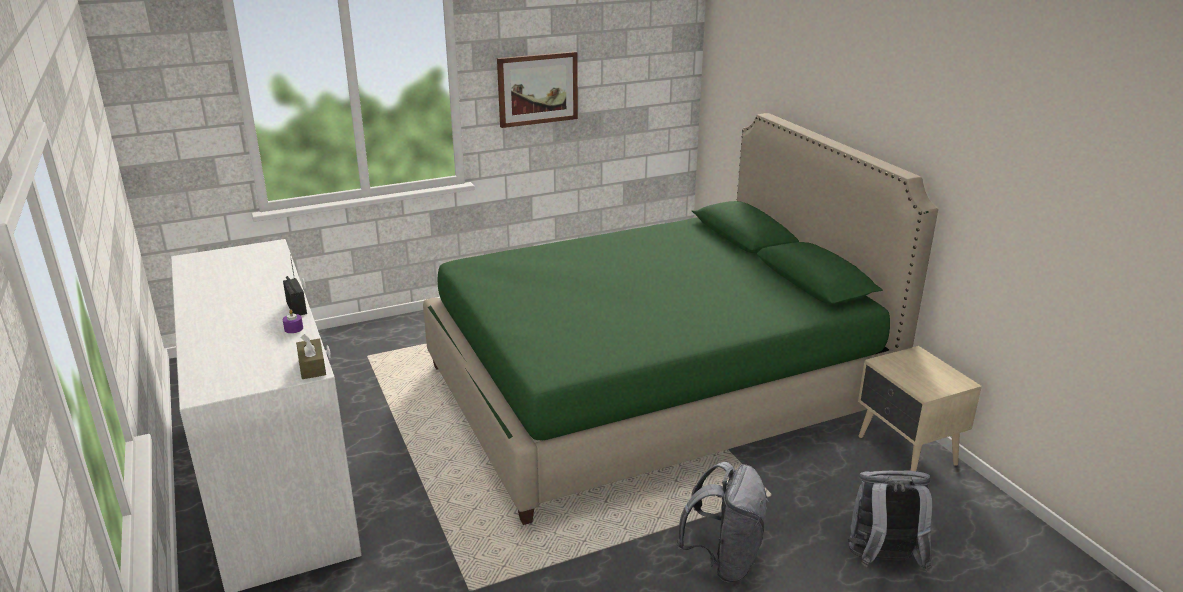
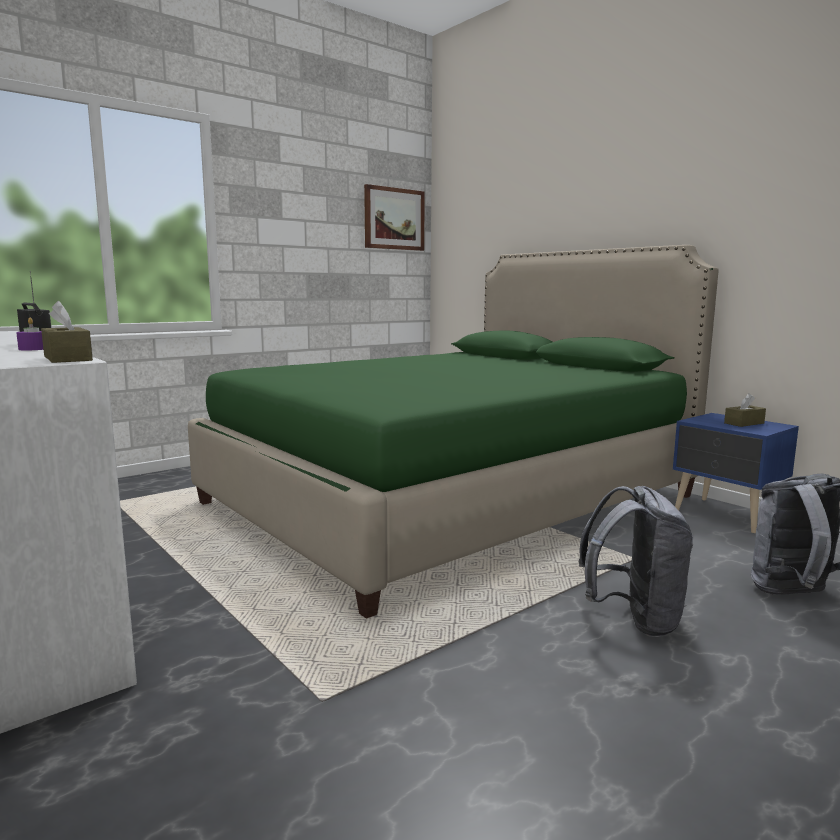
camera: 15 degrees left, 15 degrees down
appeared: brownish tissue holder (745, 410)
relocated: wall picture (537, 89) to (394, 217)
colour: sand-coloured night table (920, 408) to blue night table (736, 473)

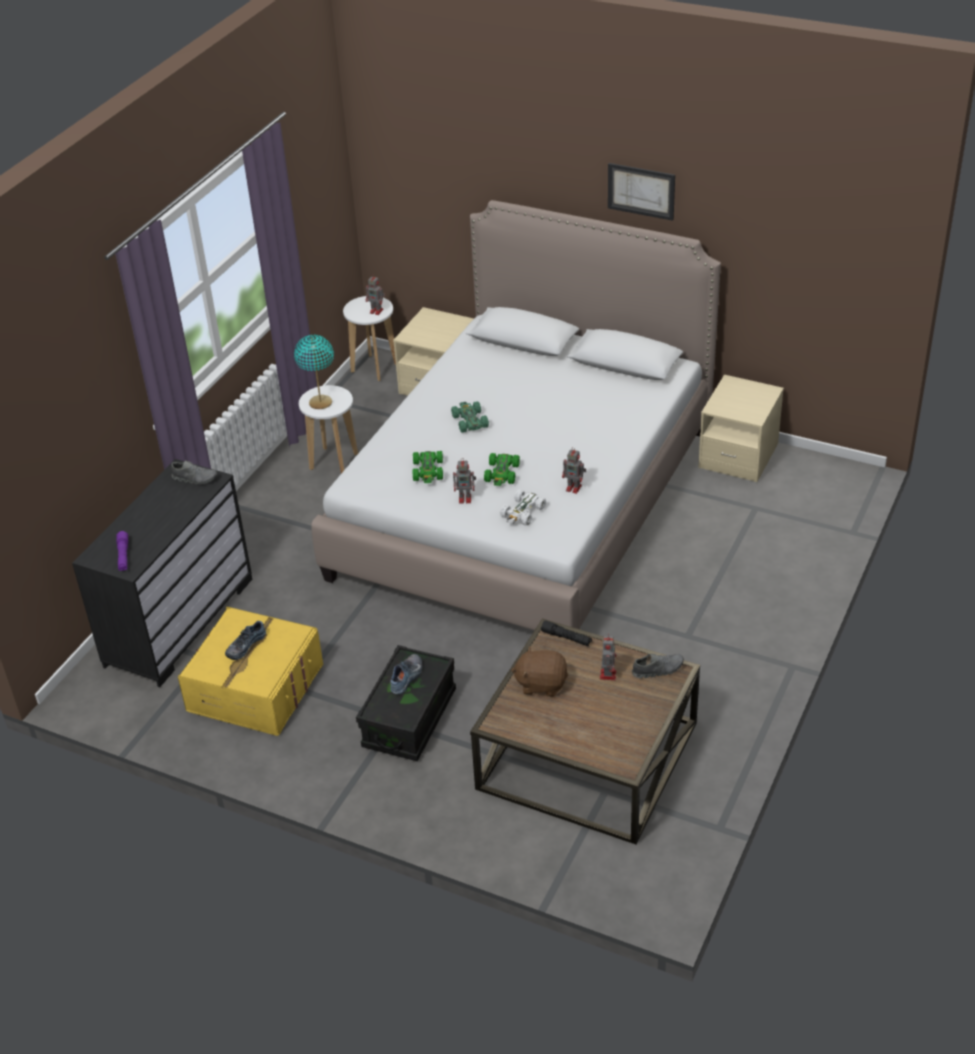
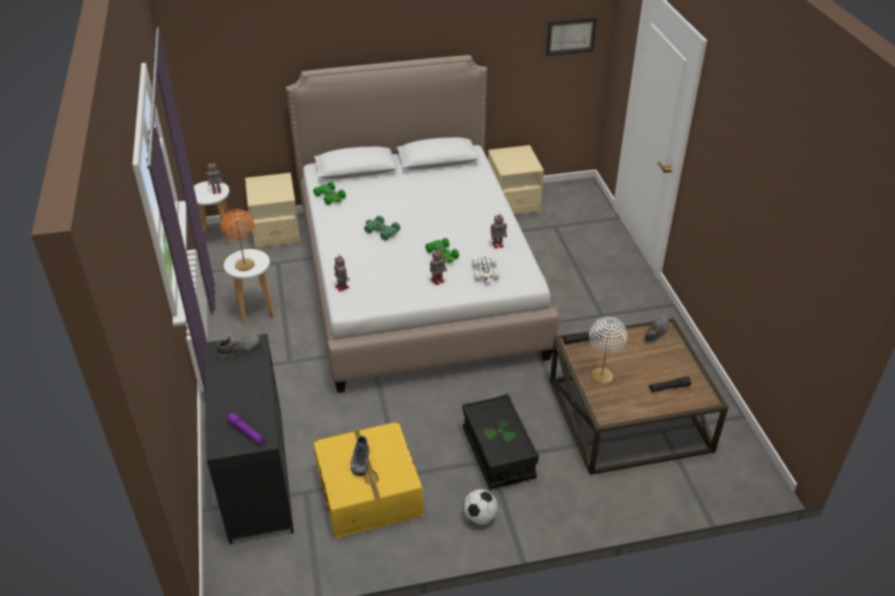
camera: 40 degrees left, 0 degrees up
missing: shoe (406, 674)
appeared: ball for football (480, 507); blackish hand torch (670, 384)
relocated: green-coloured miniature car (427, 467) to (329, 193); model robot (608, 657) to (341, 273); wall picture (641, 192) to (571, 36)
exchanged: brownish cuddly toy (539, 671) to white-coloured tabletop lamp (608, 350)
colour: blue-green tabletop lamp (314, 372) to orange-coloured tabletop lamp (237, 240)

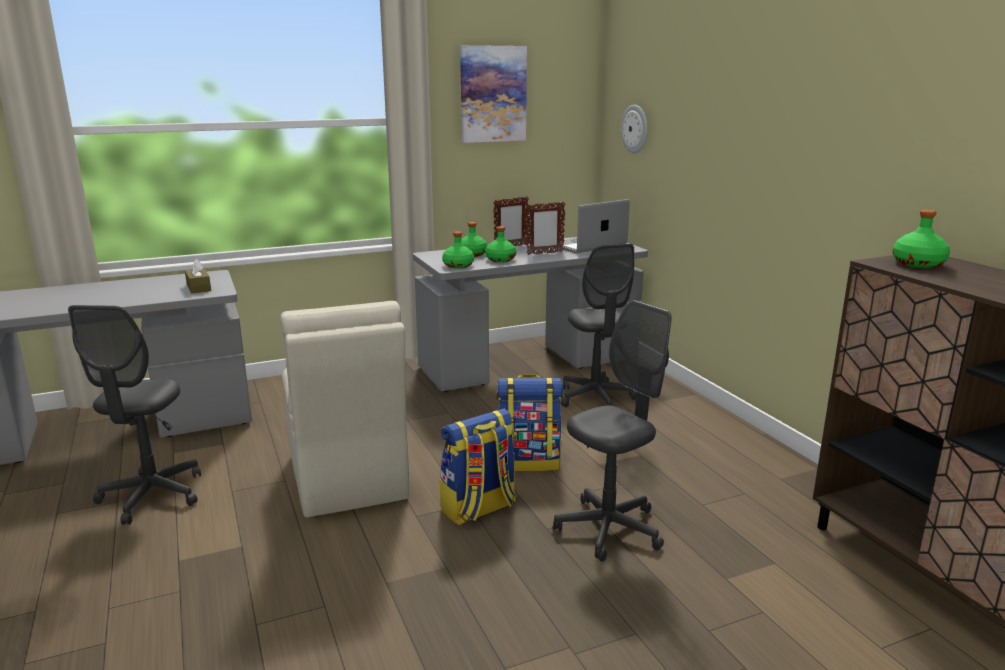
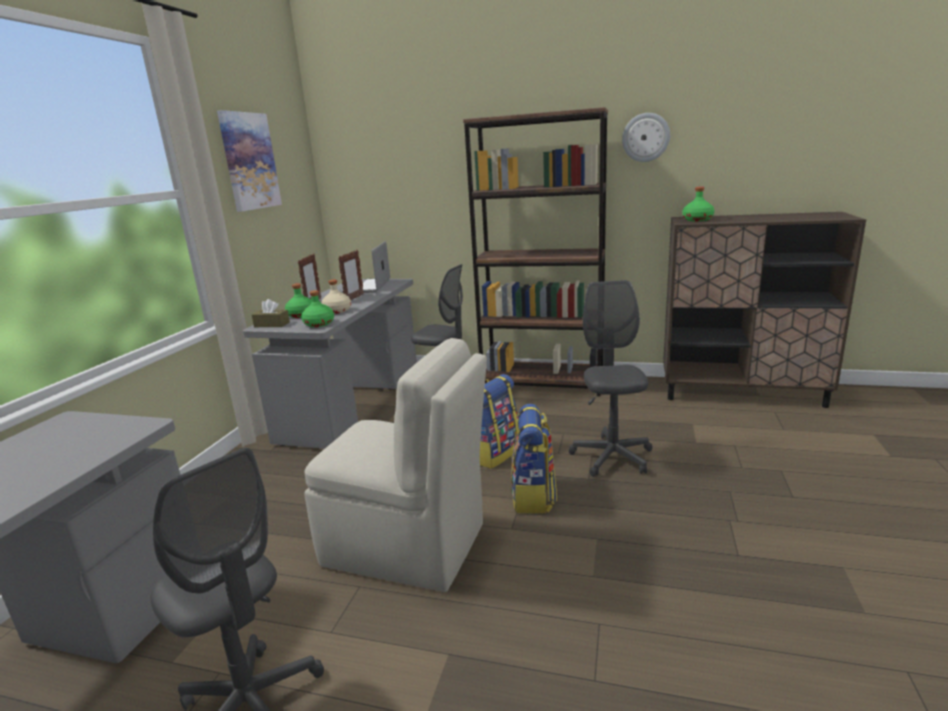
camera: 50 degrees left, 0 degrees up
appeared: brownish bookshelf (535, 251)
relocated: brownish tissue holder (198, 276) to (271, 313); hanging clock (634, 129) to (646, 137)
colour: green-coloured bottle (500, 244) to sand-coloured bottle (336, 297)

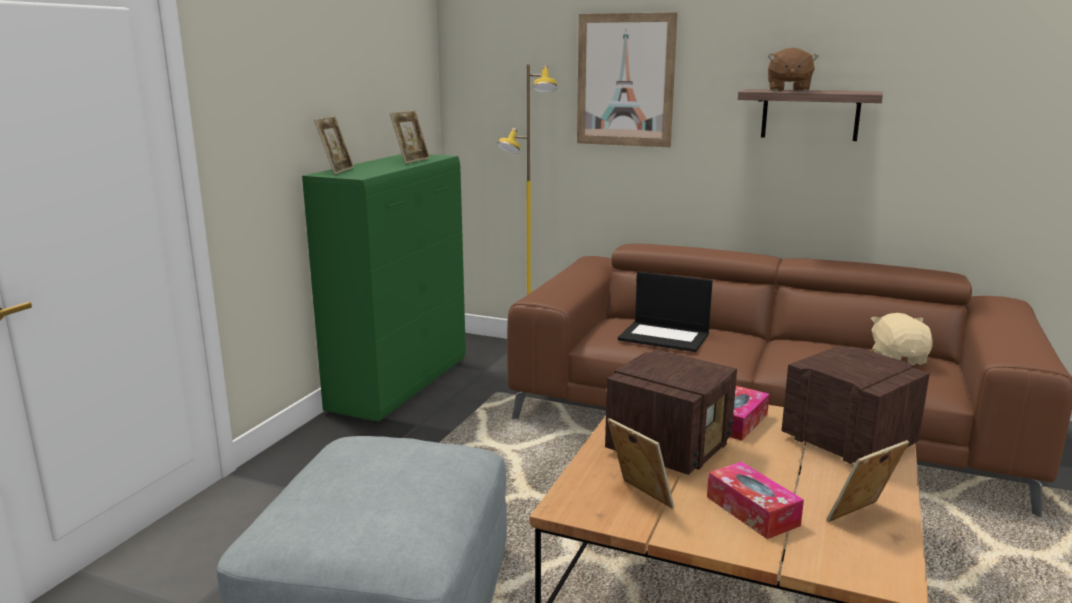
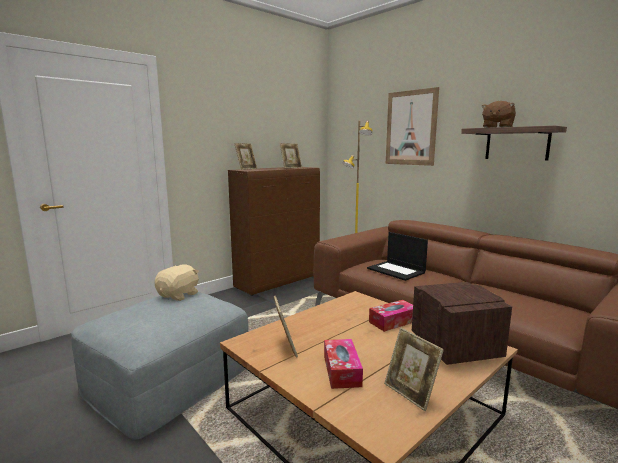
camera: 25 degrees right, 5 degrees down
missing: radio (671, 412)
relocated: sand-coloured cuddly toy (902, 339) to (176, 282)
colour: green-coloured storage cabinet (384, 288) to brownish storage cabinet (274, 231)
spun: photo frame (867, 481) = (414, 369) 120 degrees counterclockwise

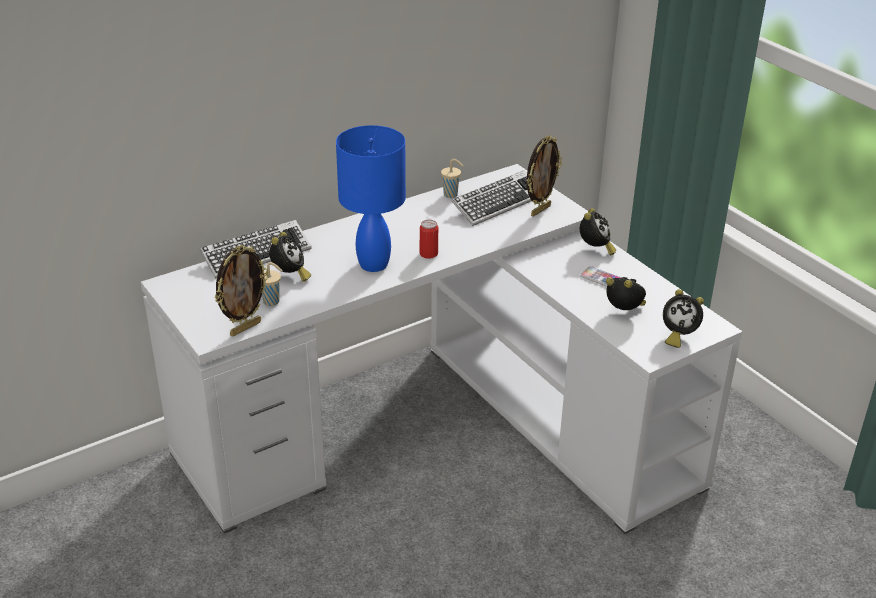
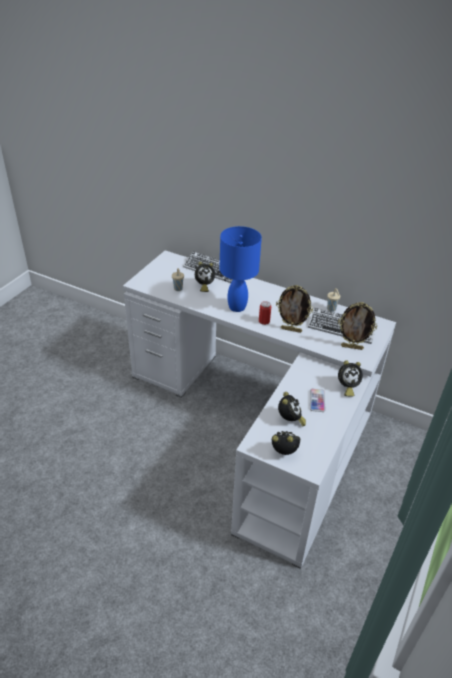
camera: 60 degrees right, 5 degrees up
relocated: photo frame (242, 290) to (294, 309)
spun: bedside clock (683, 318) = (286, 443) 120 degrees clockwise

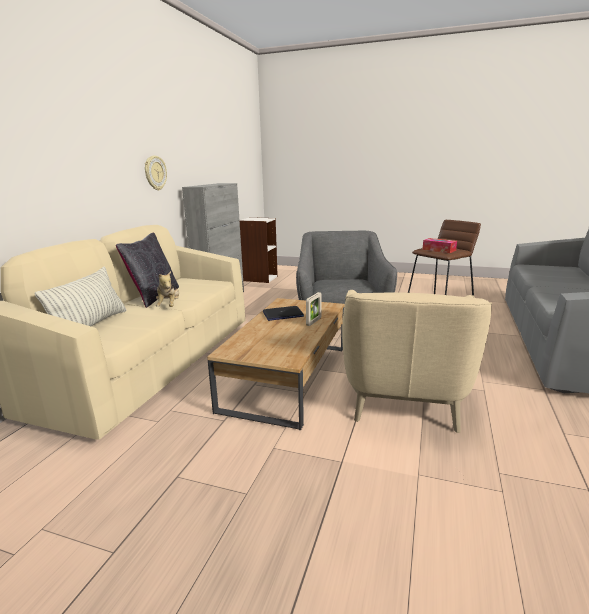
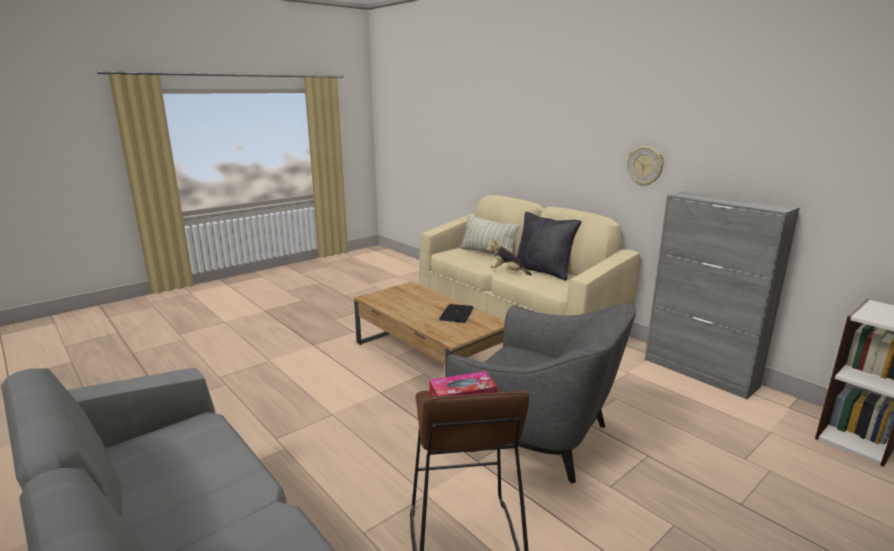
camera: 120 degrees right, 0 degrees up
missing: photo frame (314, 309); sand-coloured armchair (417, 361)

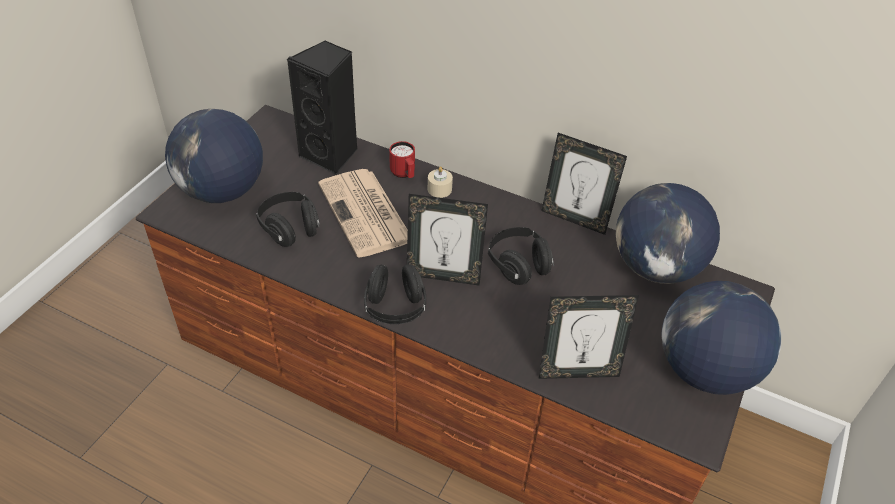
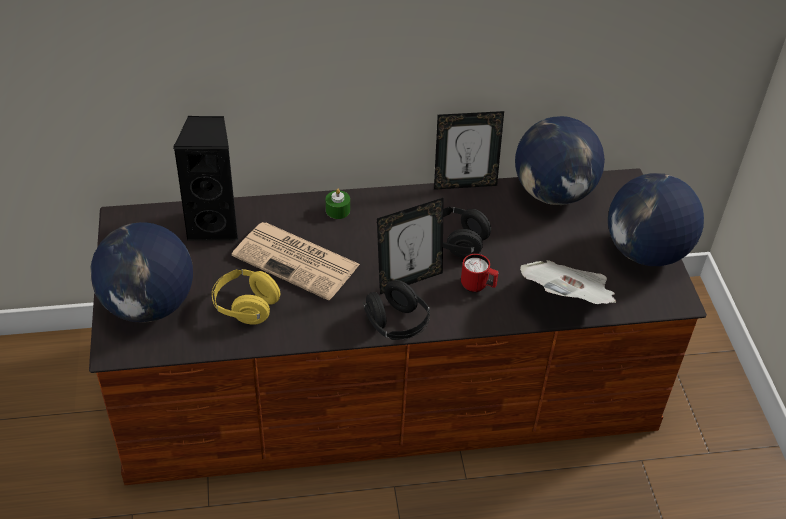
camera: 35 degrees left, 0 degrees up
relocated: red mug (402, 159) to (480, 273)
exchanged: photo frame (589, 337) to daily paper (568, 282)
colour: blackish headphones (288, 219) to yellow-coloured headphones (246, 297); sand-coloured wax light (440, 182) to green-coloured wax light (338, 204)

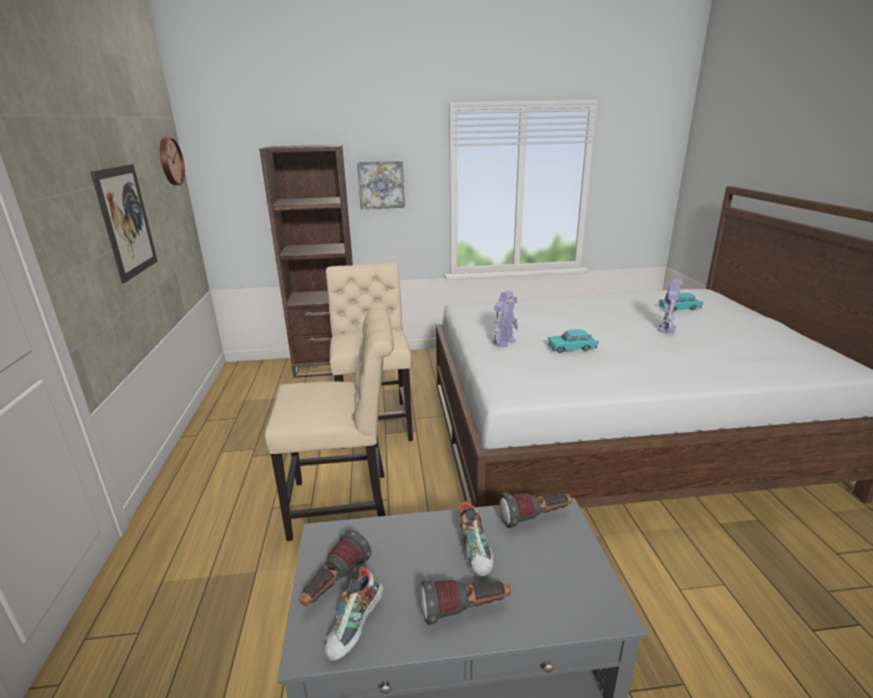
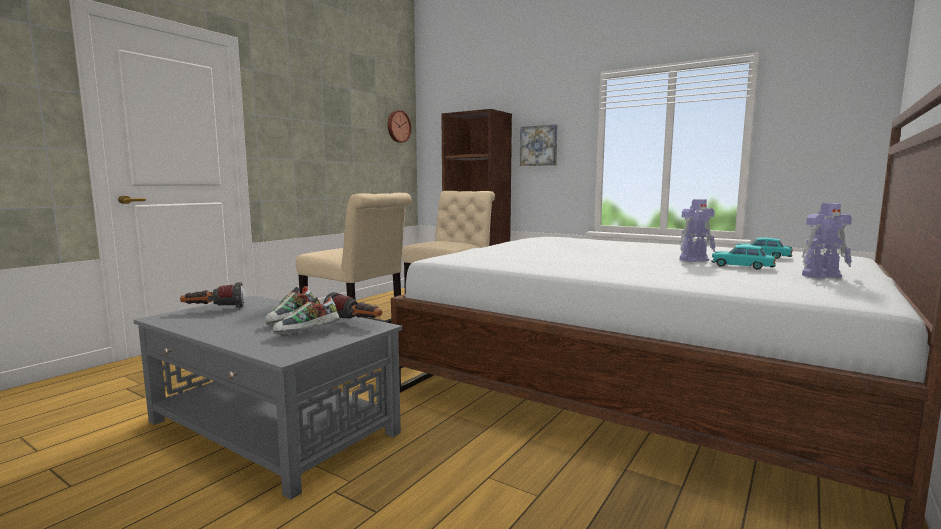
camera: 40 degrees right, 15 degrees down
missing: wall picture (124, 223); hand torch (465, 602)
relocated: shoe (354, 614) to (306, 315); model robot (505, 318) to (827, 240); blue-green miniature car (573, 341) to (743, 257)

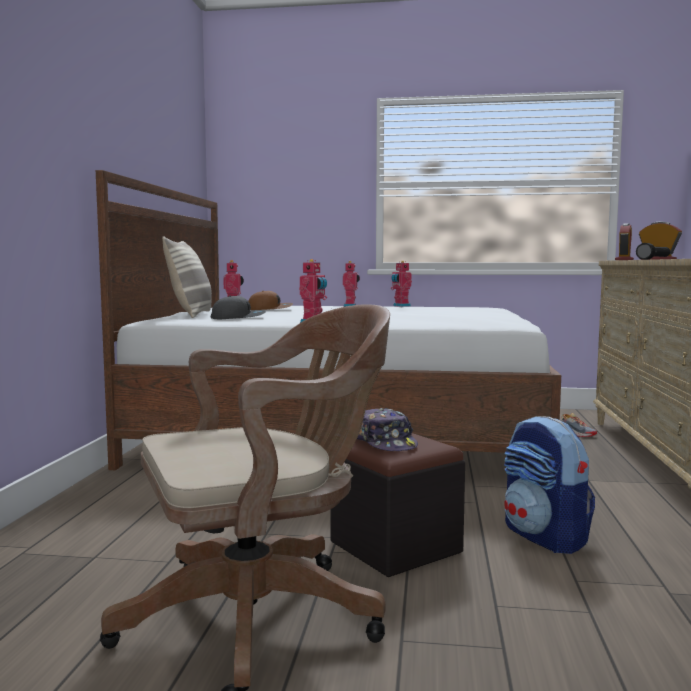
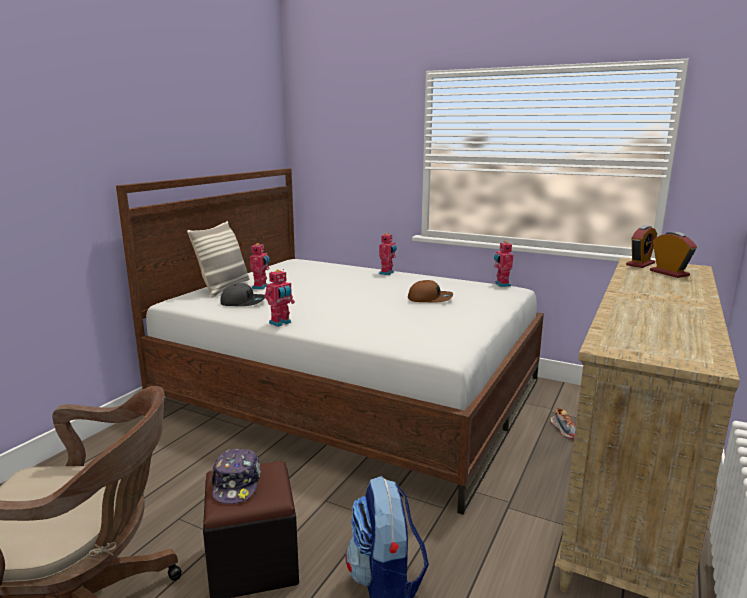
camera: 20 degrees right, 10 degrees up
missing: blackish hand torch (653, 251)
relocated: brownish cap (270, 300) to (430, 291); model robot (401, 284) to (503, 264)

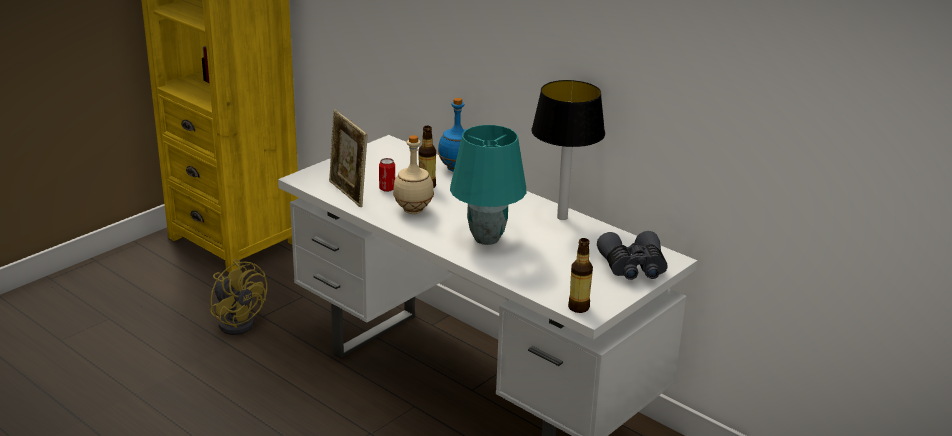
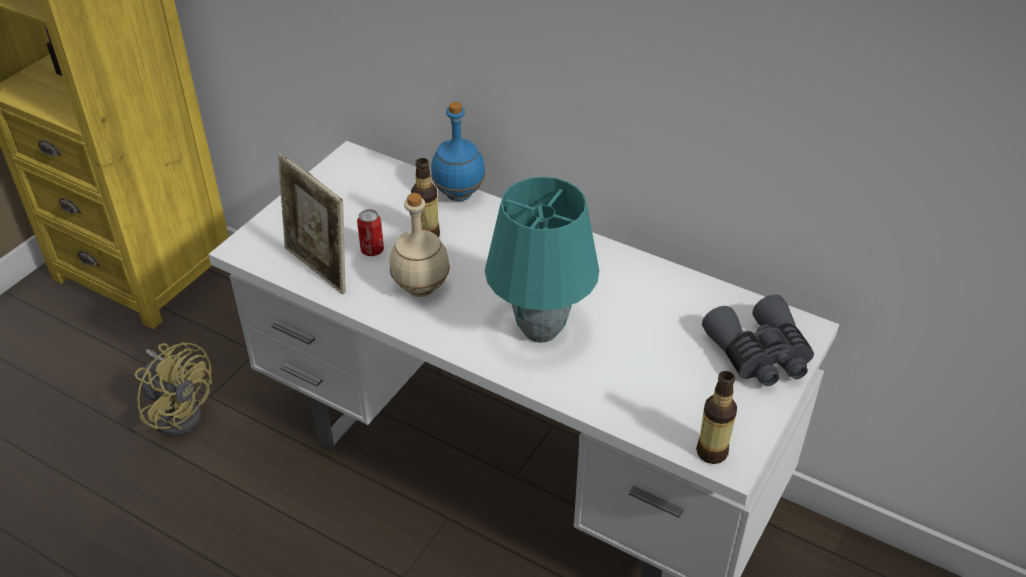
camera: 10 degrees left, 15 degrees up
missing: tabletop lamp (568, 150)

